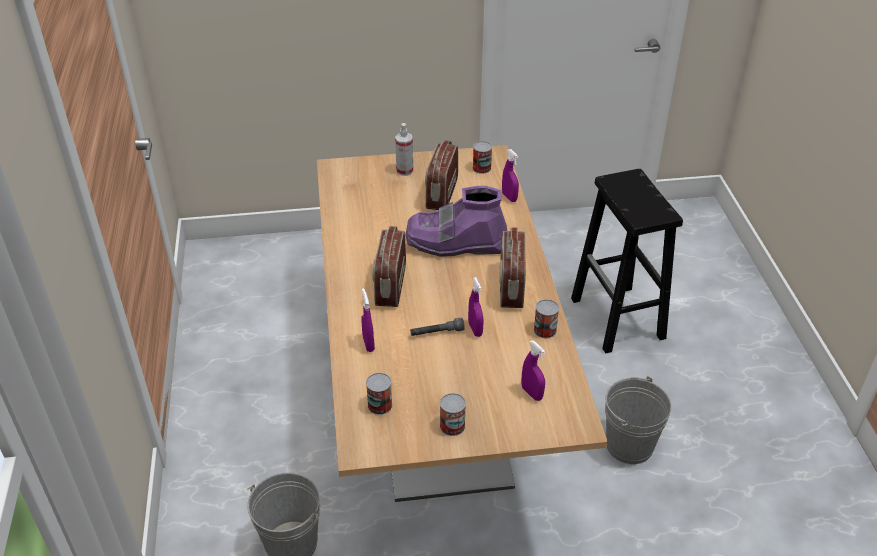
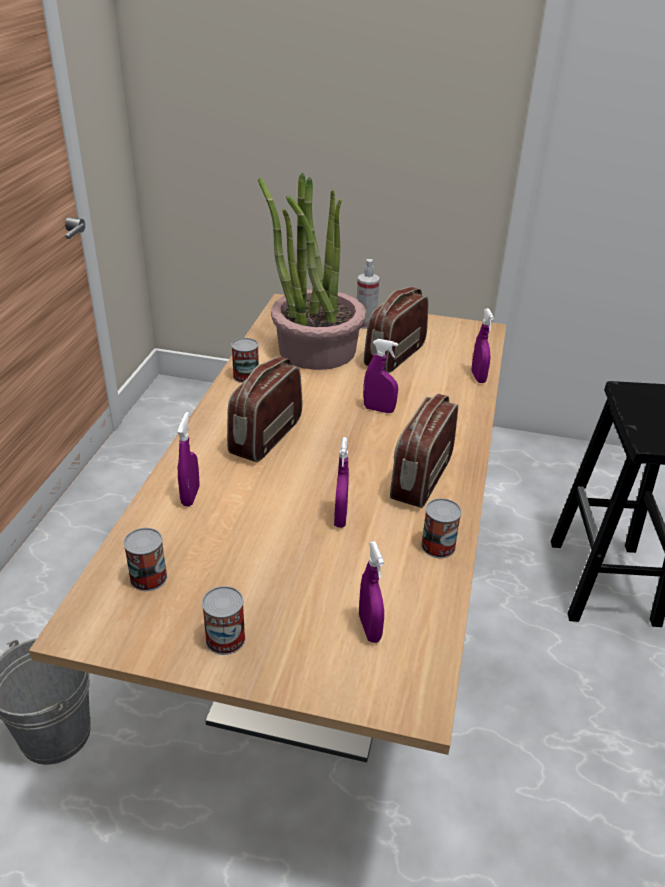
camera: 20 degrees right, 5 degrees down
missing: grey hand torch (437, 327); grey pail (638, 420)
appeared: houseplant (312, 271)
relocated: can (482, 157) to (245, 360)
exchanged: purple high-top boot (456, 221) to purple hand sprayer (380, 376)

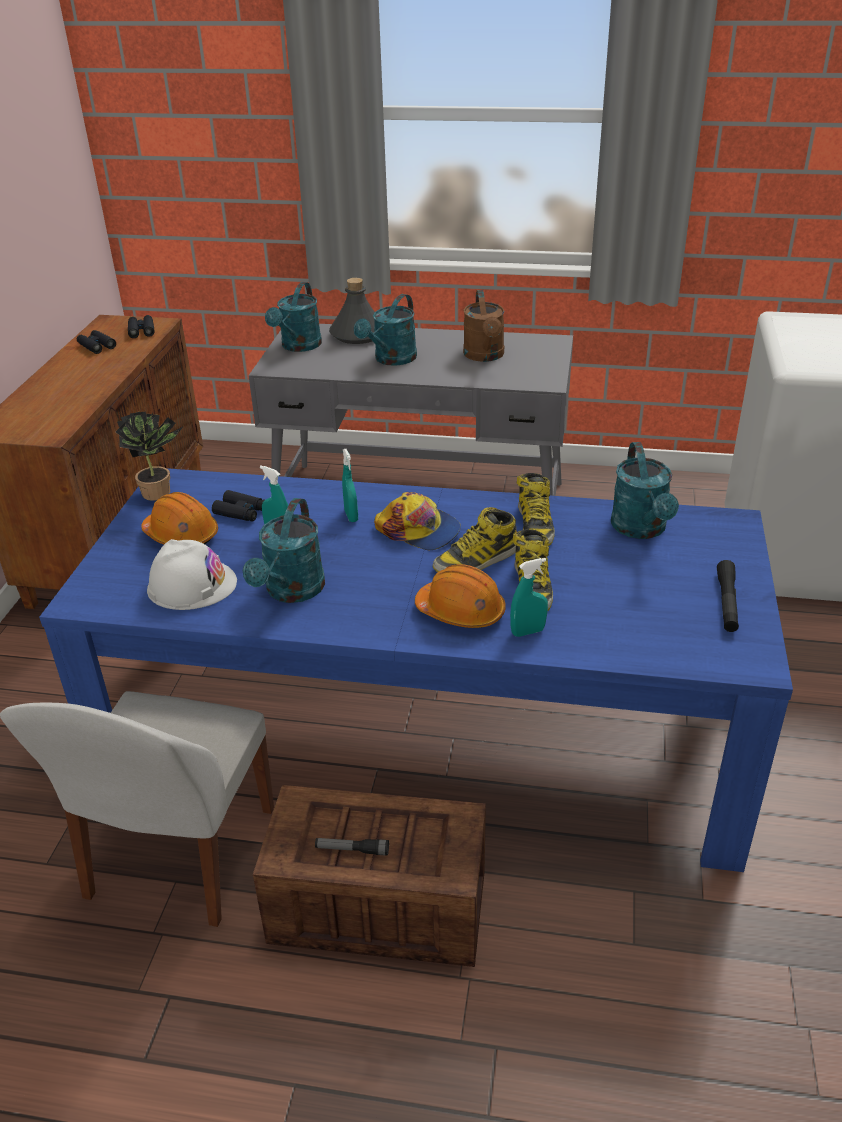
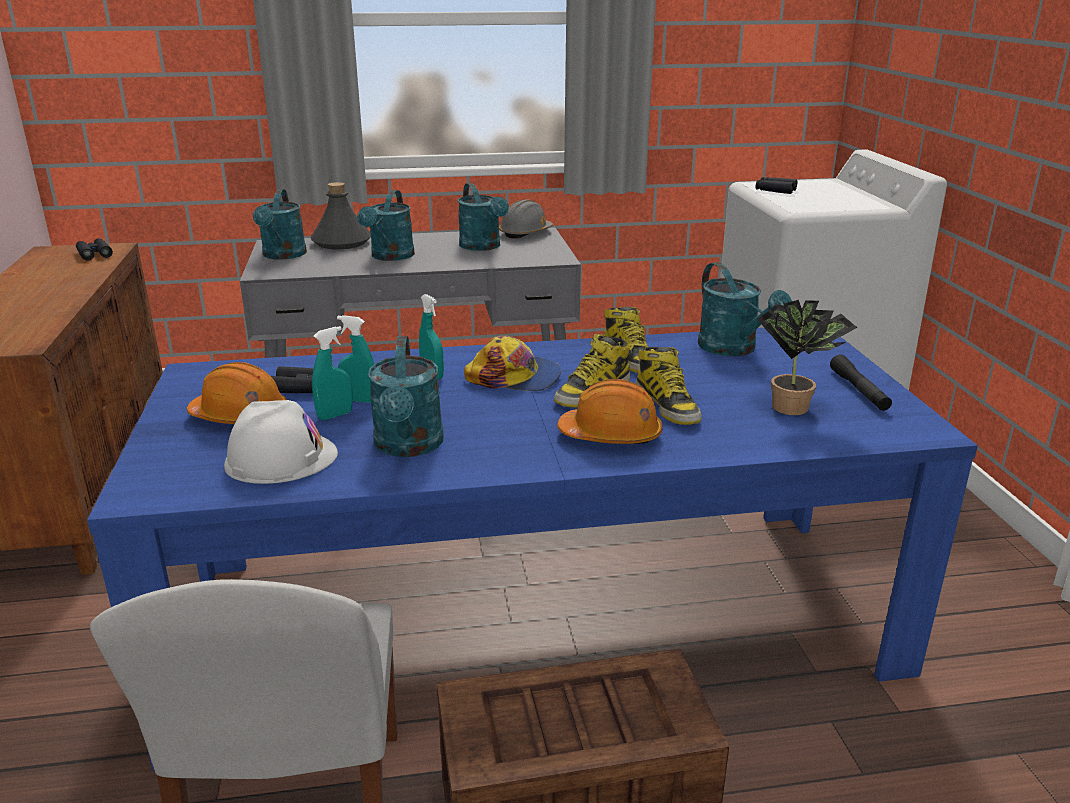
camera: 20 degrees left, 10 degrees down
missing: hand torch (352, 847)
appeared: grey hard hat (526, 219)
relocated: blackish field glasses (96, 342) to (776, 185); houseplant (150, 456) to (807, 357); blue-green hand sprayer (529, 597) to (332, 373)
colour: brownish watering pot (484, 326) to blue-green watering pot (483, 217)

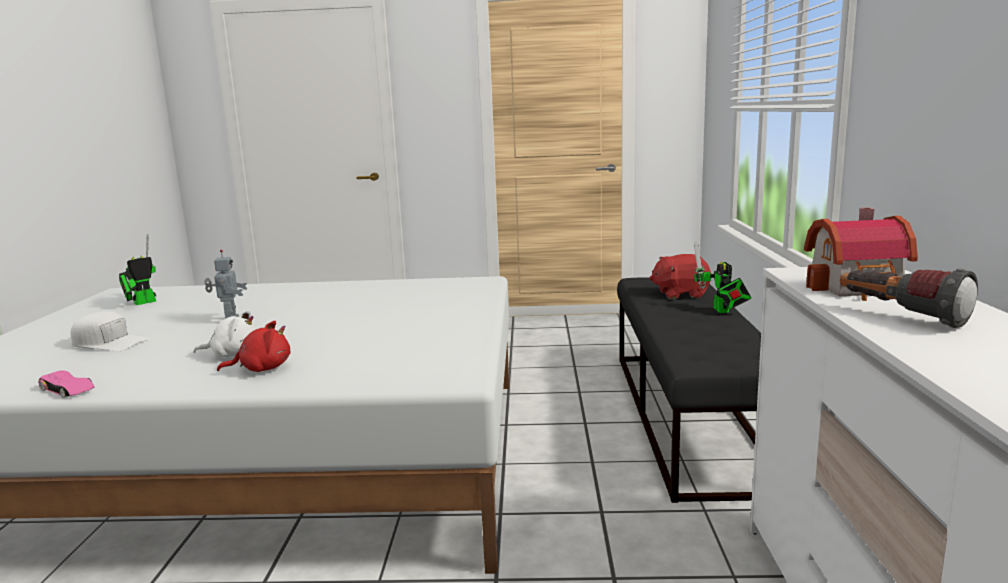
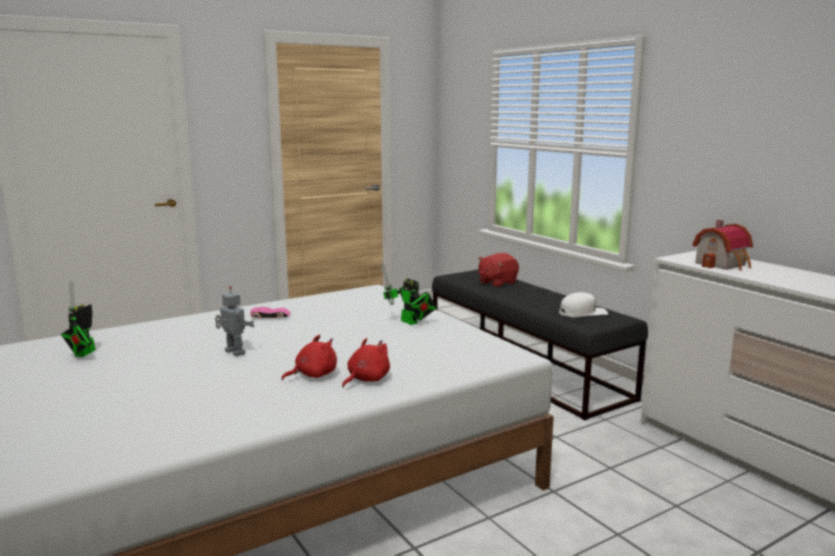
camera: 35 degrees left, 0 degrees up
missing: hand torch (909, 298)
relocated: pinkish miniature car (66, 384) to (270, 313); white-coloured cap (109, 331) to (583, 304); model robot (722, 277) to (408, 294)
colour: white-coloured cuddly toy (225, 333) to red cuddly toy (309, 357)

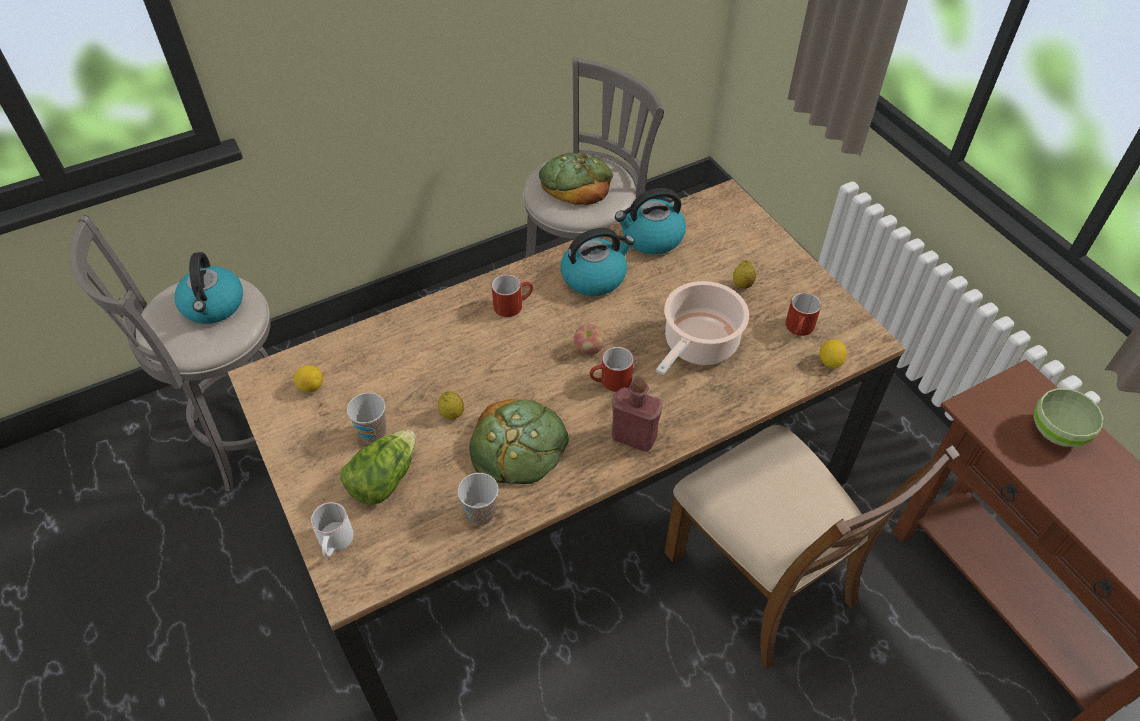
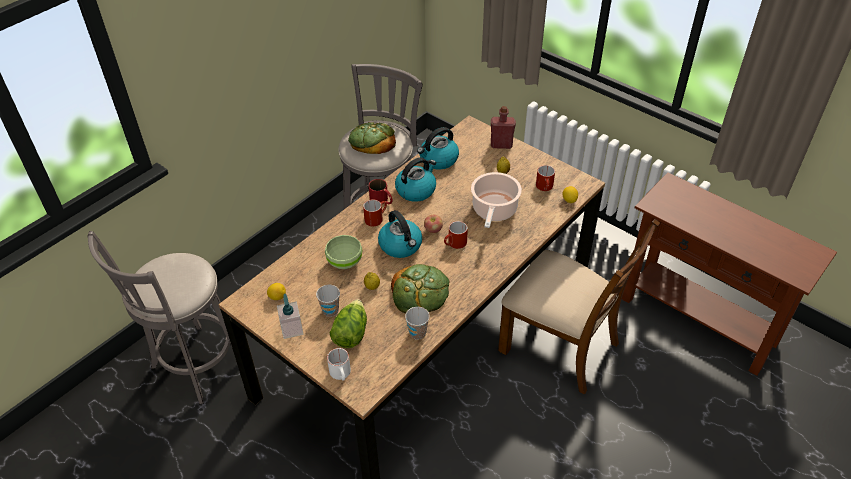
camera: 20 degrees left, 5 degrees down
appeared: soap dispenser (290, 316); red mug (381, 191)
relocated: water kettle (208, 288) to (400, 234); red bottle (637, 415) to (503, 127); green-coloured deep dish (1068, 417) to (343, 252)

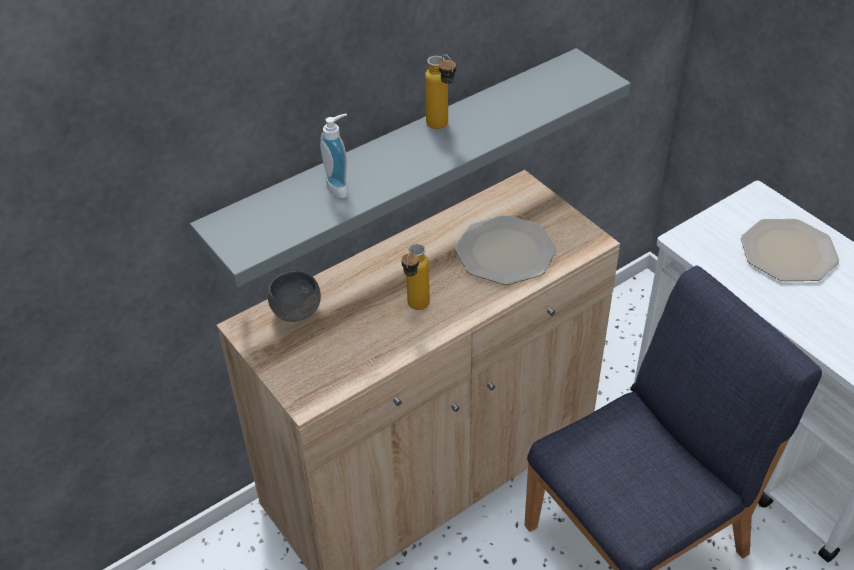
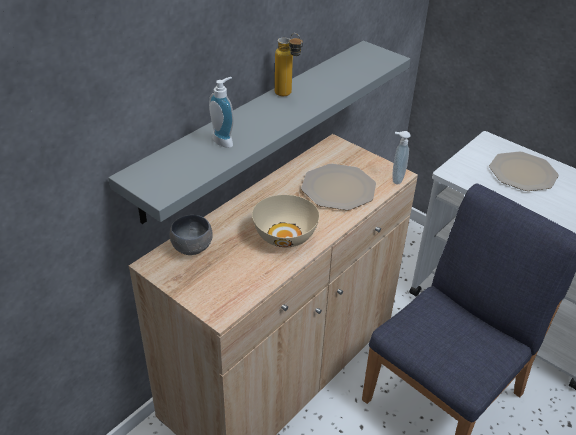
camera: 15 degrees left, 5 degrees down
appeared: soap dispenser (401, 158)
exchanged: bottle (415, 277) to sand-coloured deep dish (286, 221)

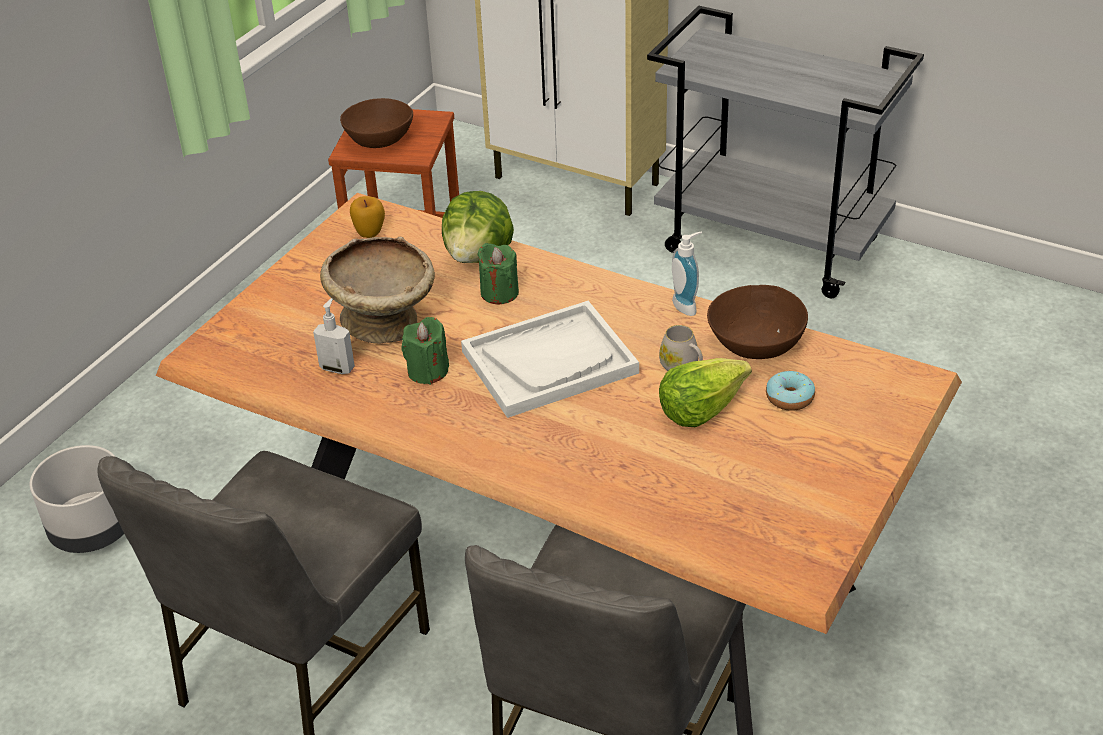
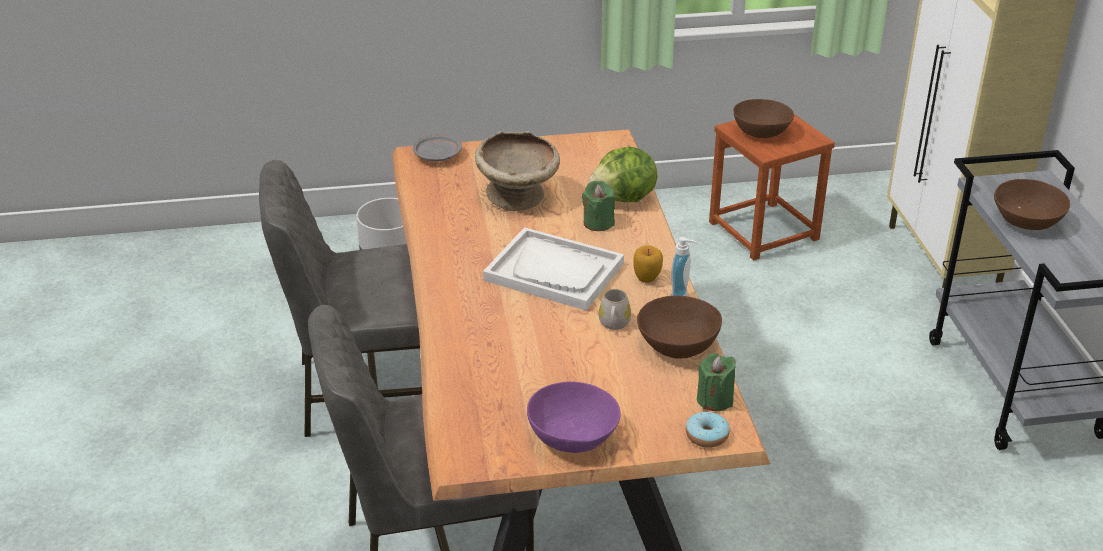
camera: 50 degrees right, 5 degrees down
missing: soap dispenser (334, 336); head of lettuce (705, 392)
appeared: grey plate (437, 147); purple deep dish (574, 417); brownish deep dish (1032, 204)
relocated: whole apple (367, 217) to (648, 264); green-coloured wax light (425, 351) to (716, 382); donut (790, 391) to (707, 429)

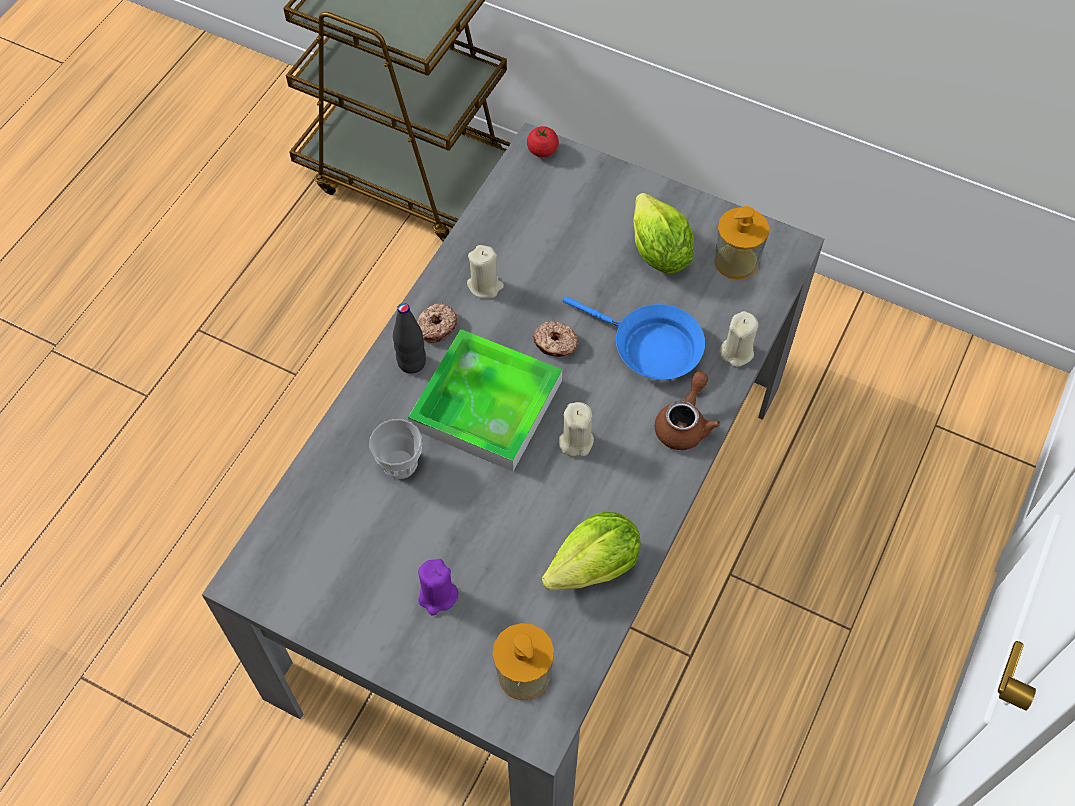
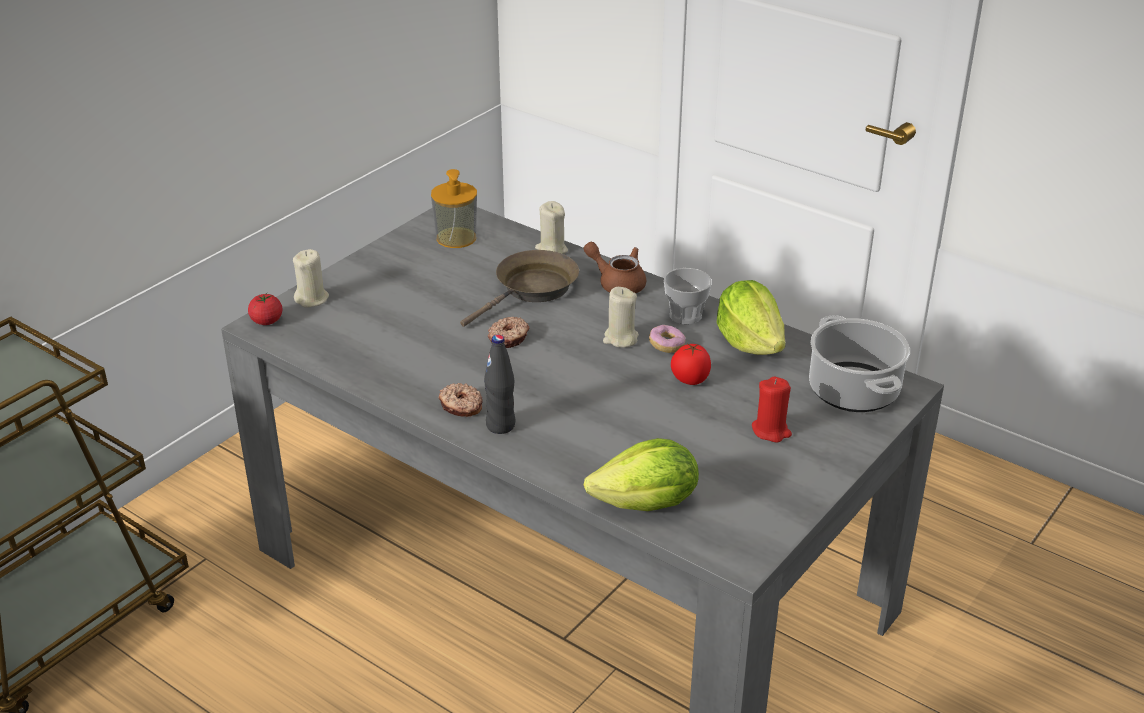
camera: 80 degrees left, 25 degrees down
missing: carrying tray (485, 400)
appeared: donut (667, 339); whole tomato (691, 364)
relocated: cup (396, 449) to (688, 296); sand-coloured wax light (485, 271) to (311, 278); head of lettuce (664, 233) to (641, 474)
exchanged: soap dispenser (523, 661) to cooking pot (859, 364)
colour: purple wax light (438, 587) to red wax light (772, 410); blue skillet (633, 338) to brownish skillet (519, 288)

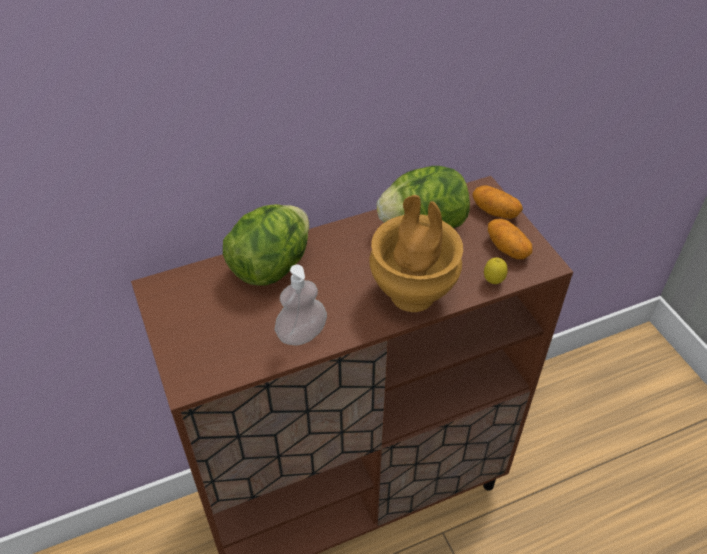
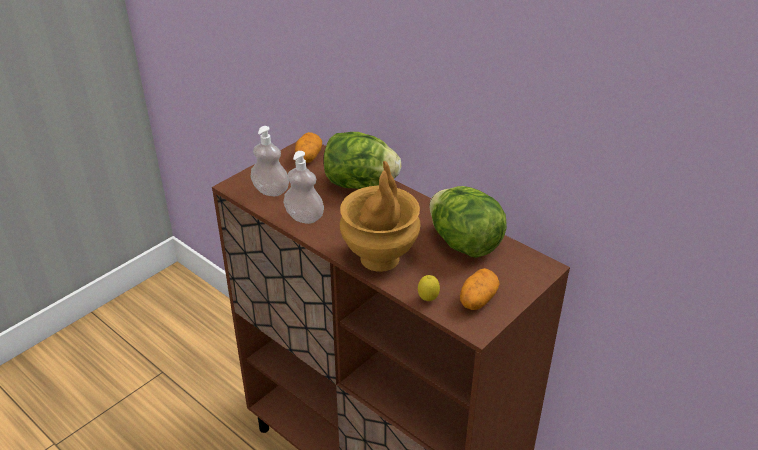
camera: 65 degrees right, 10 degrees down
appeared: soap dispenser (270, 161)
relocated: potato (497, 202) to (308, 147)

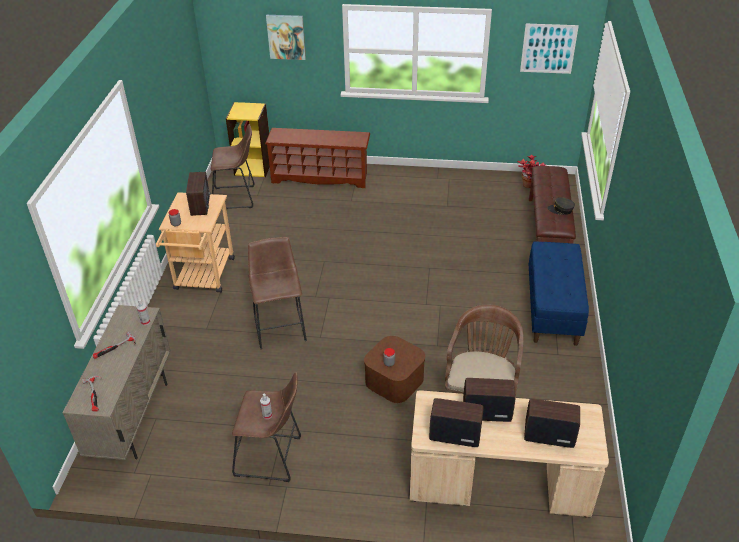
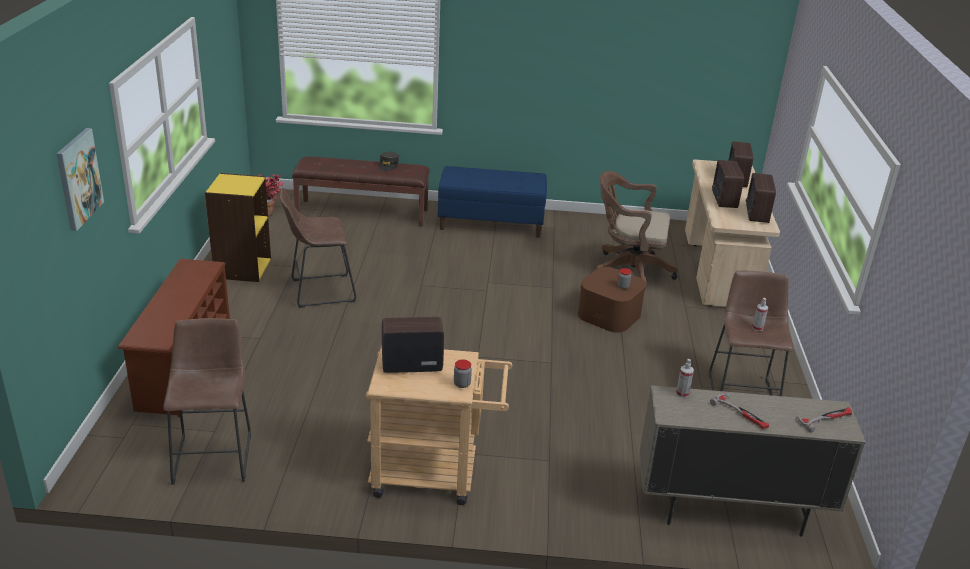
camera: 95 degrees left, 10 degrees down
missing: wall picture (549, 49)
relocated: yellow-coloured bookshelf (248, 139) to (238, 227); brownish stool (277, 293) to (318, 248)

